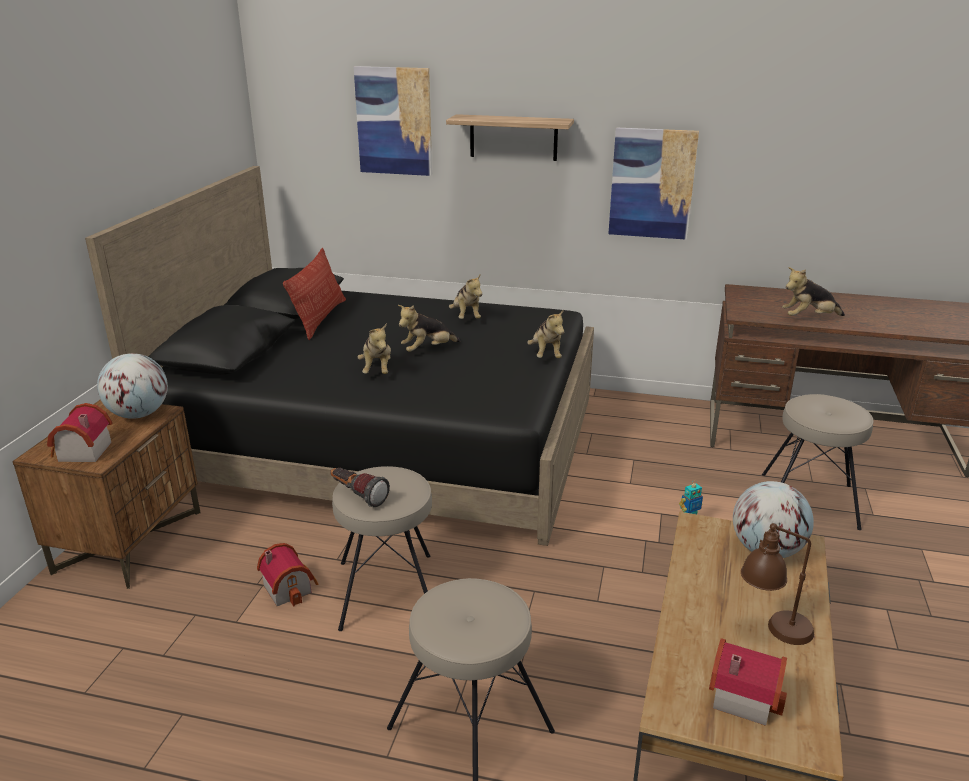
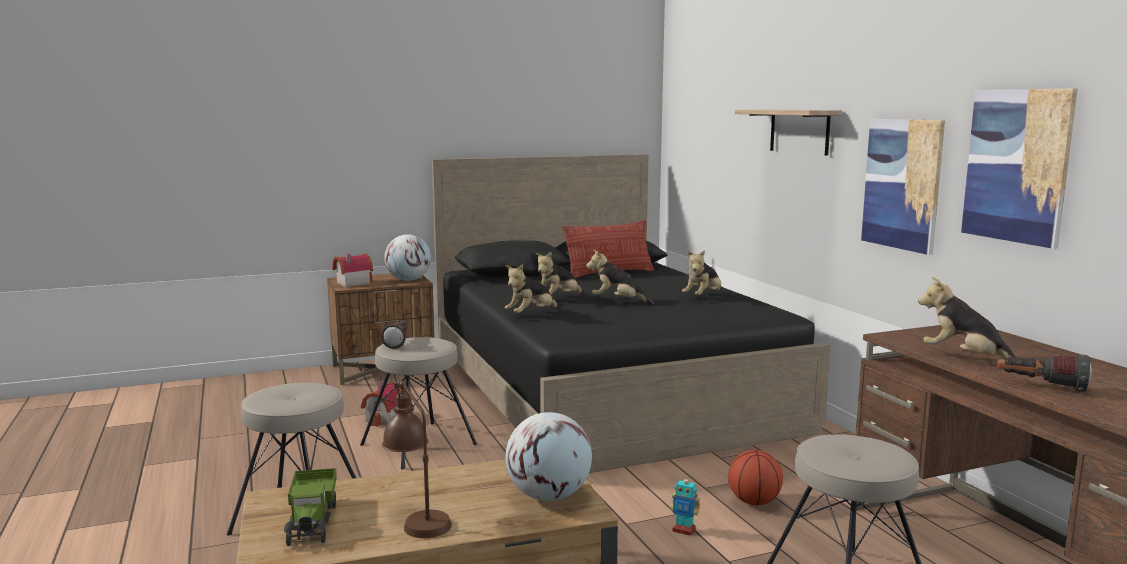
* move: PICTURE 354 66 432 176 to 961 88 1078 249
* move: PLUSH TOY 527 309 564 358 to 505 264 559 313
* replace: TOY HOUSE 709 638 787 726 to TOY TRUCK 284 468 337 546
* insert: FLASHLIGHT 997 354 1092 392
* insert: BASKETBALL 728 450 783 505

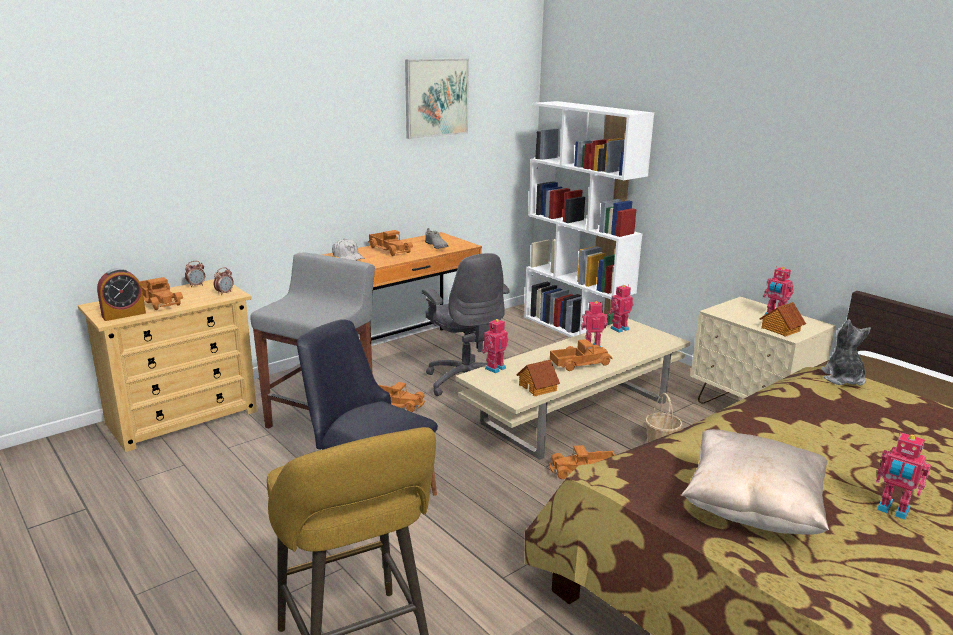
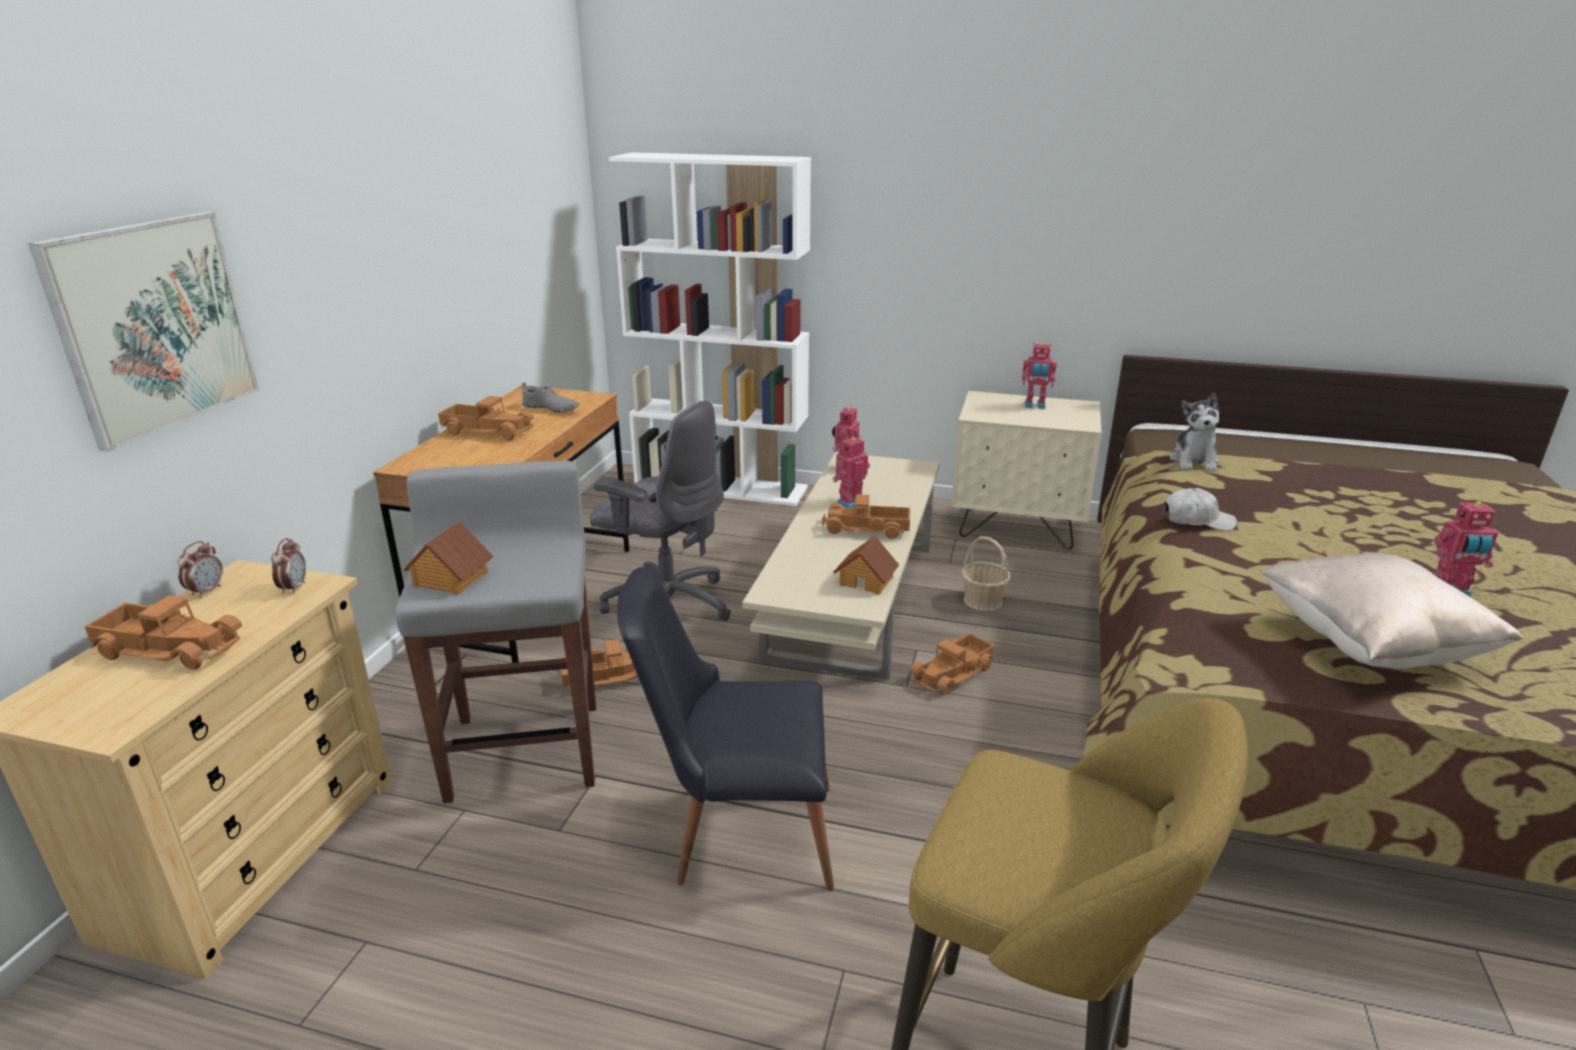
* move: PICTURE 405 58 469 139 to 28 212 260 452
* move: WHITE CAP 332 239 365 260 to 1164 488 1237 531
* delete: ALARM CLOCK 97 268 146 321
* move: TOY HOUSE 759 302 806 337 to 403 521 494 595
* delete: TOY ROBOT 482 318 509 373
* rotate: PLUSH TOY 821 319 871 385 = 1169 393 1219 472 135 degrees counterclockwise
* rotate: TOY TRUCK 550 339 613 371 = 822 494 910 539 120 degrees counterclockwise

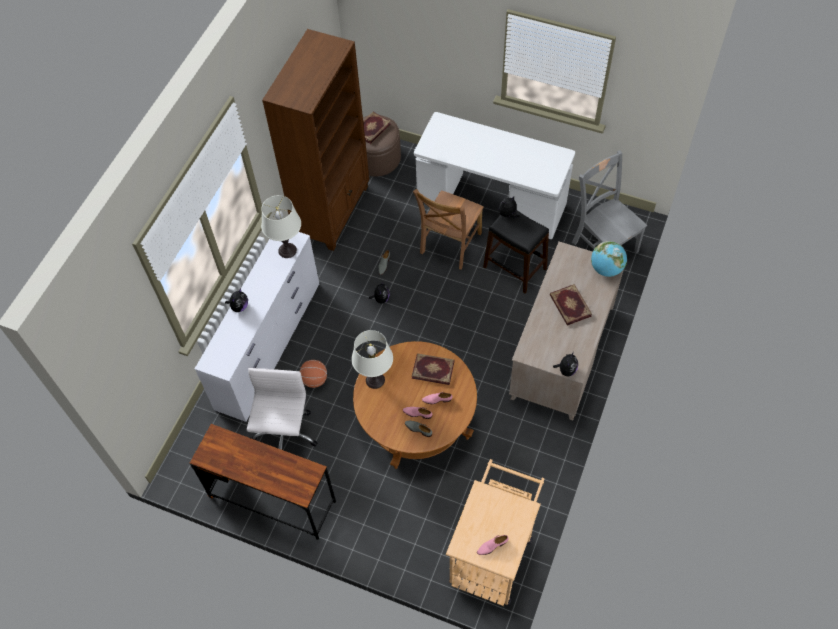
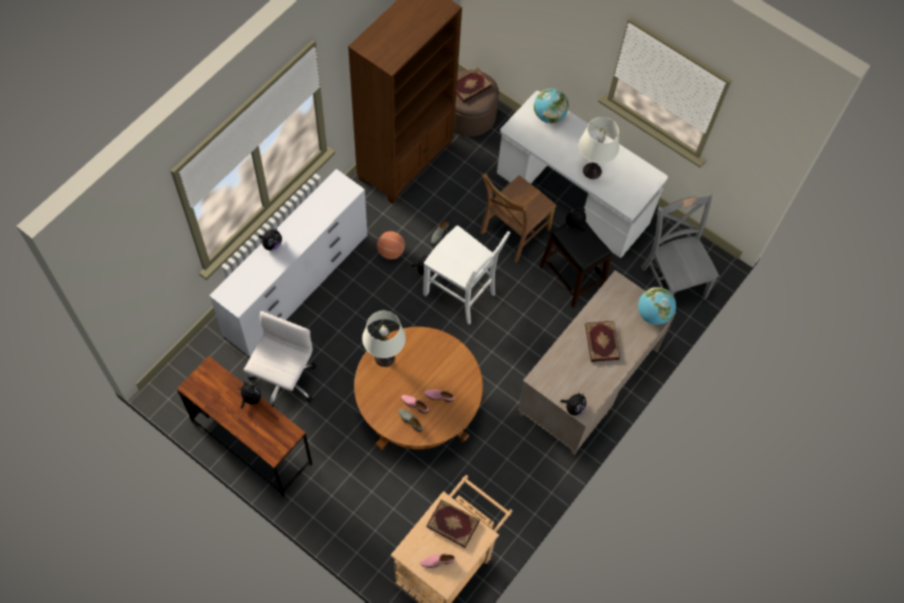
* move: WHITE TABLE LAMP 261 195 301 258 to 579 117 619 179
* move: BOOK 412 353 455 385 to 426 499 480 548
* move: BASKETBALL 300 360 327 388 to 377 231 405 260
* insert: GLOBE 534 88 569 123
* insert: WHITE CHAIR 423 226 511 325
* insert: PLUSH TOY 238 381 261 408

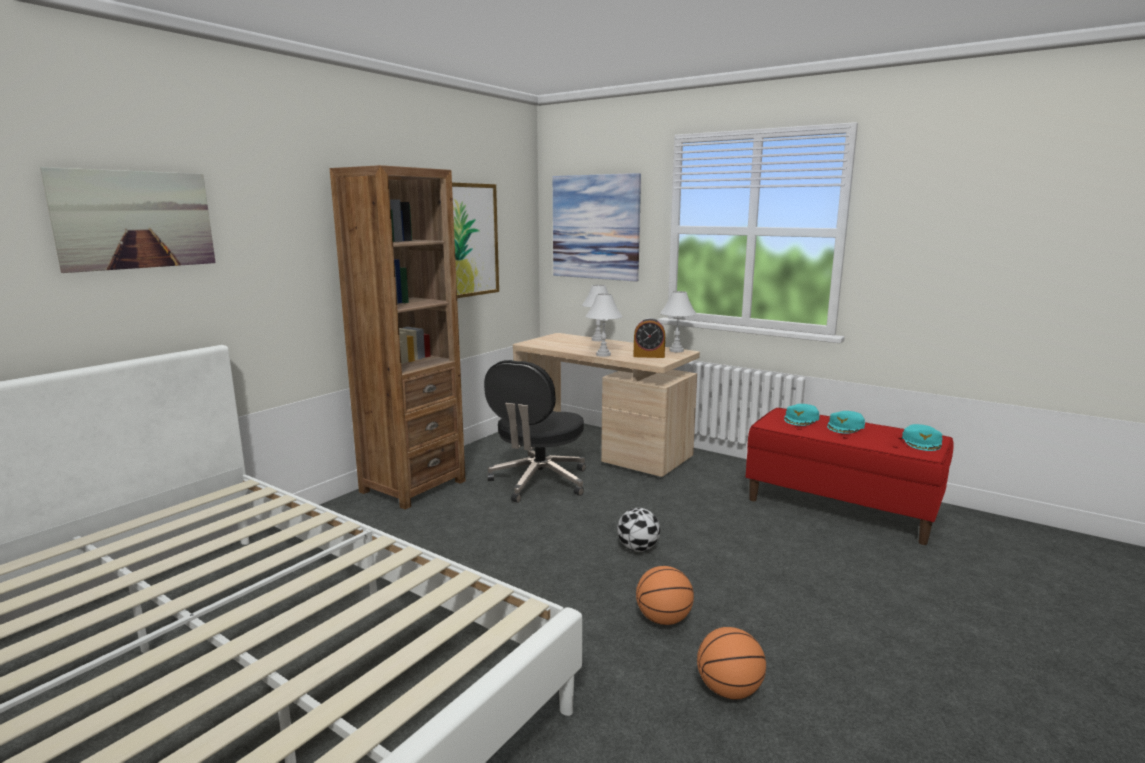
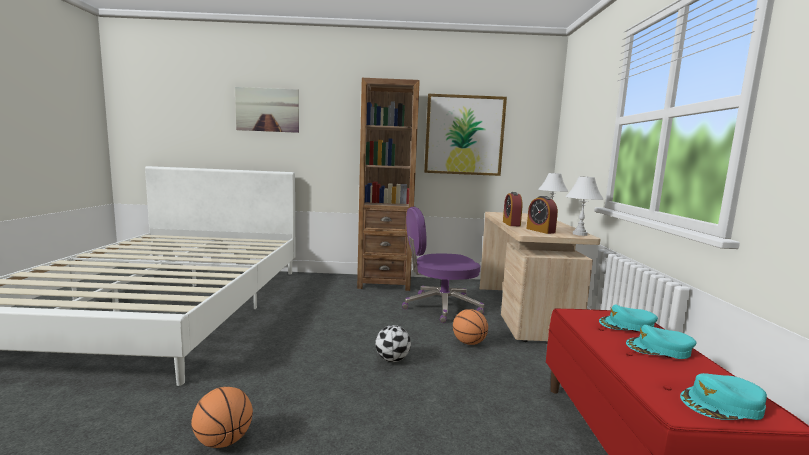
* delete: PICTURE 553 173 641 282
* replace: WHITE TABLE LAMP 585 293 623 357 to ALARM CLOCK 503 192 523 226
* recolor: BLACK OFFICE CHAIR 484 360 586 503 to PURPLE OFFICE CHAIR 402 207 484 323
* move: BASKETBALL 636 566 694 625 to 453 309 488 345

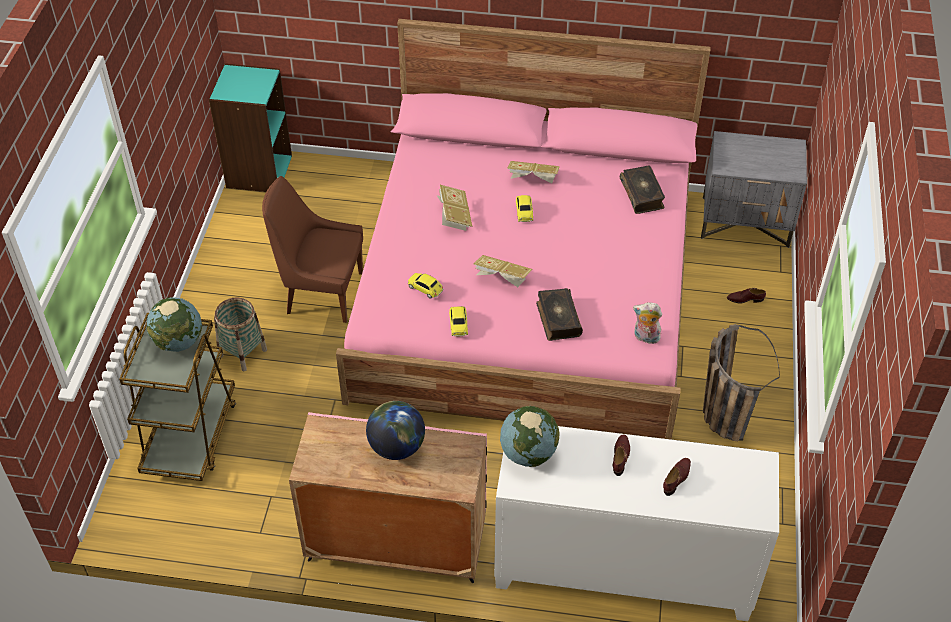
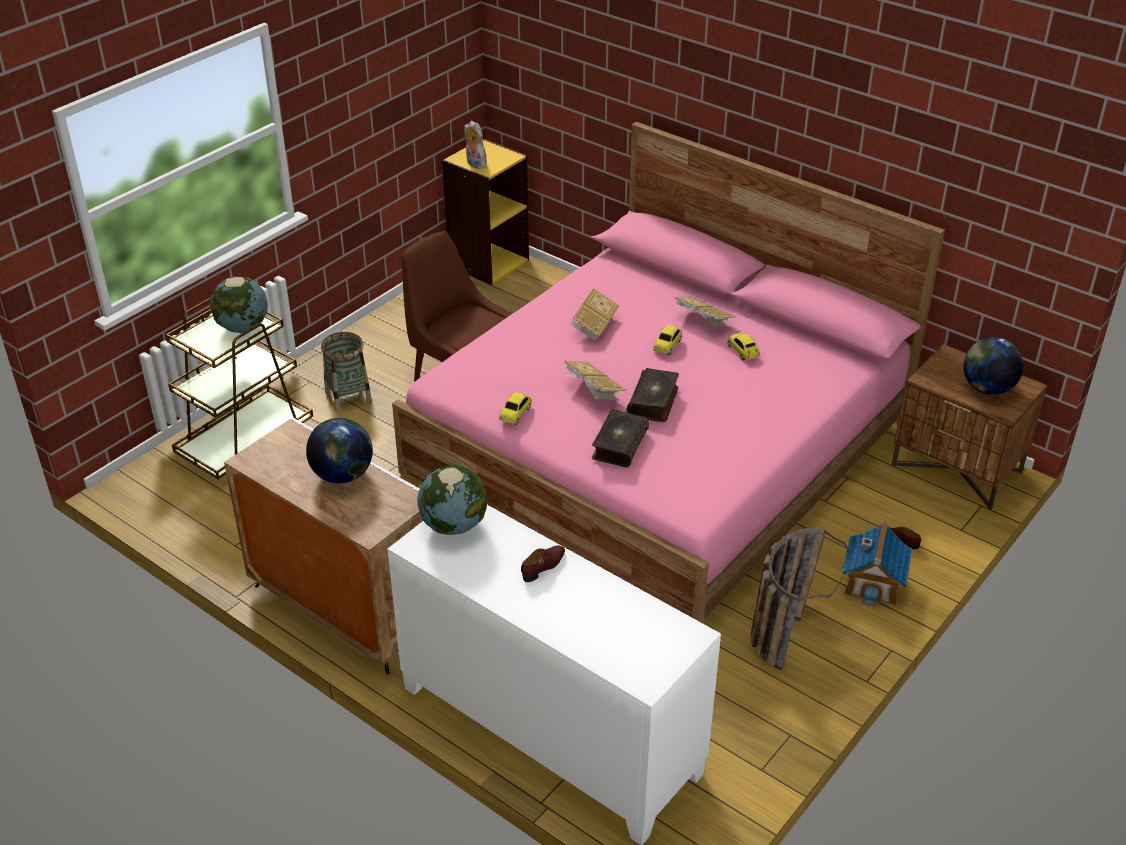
* recolor: TURQUOISE BOOKCASE 209 63 292 192 to YELLOW BOOKCASE 442 138 529 285
* recolor: GREY NIGHTSTAND 701 131 807 248 to BROWN NIGHTSTAND 891 344 1048 511
* move: BOOK 620 166 665 214 to 627 368 679 422
* move: TOY CAR 408 273 443 299 to 727 333 760 360
* move: PLUSH TOY 633 302 662 344 to 464 121 487 169
* recolor: PINK CABINET 289 412 487 583 to WHITE CABINET 224 417 423 674
* delete: BROWN SHOE 663 458 691 496
* insert: GLOBE 963 337 1024 395
* insert: TOY HOUSE 842 521 913 607

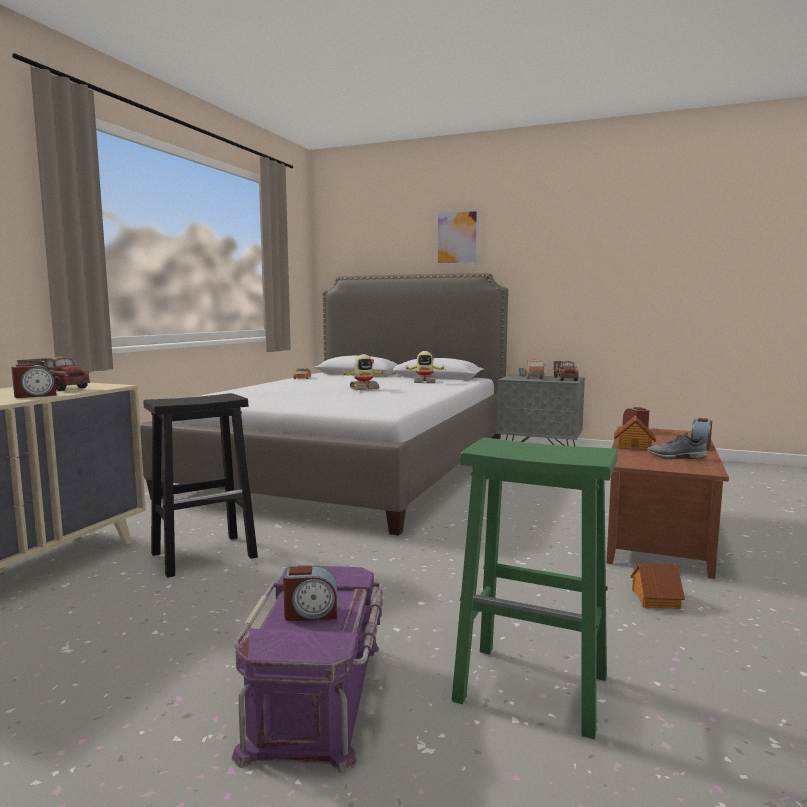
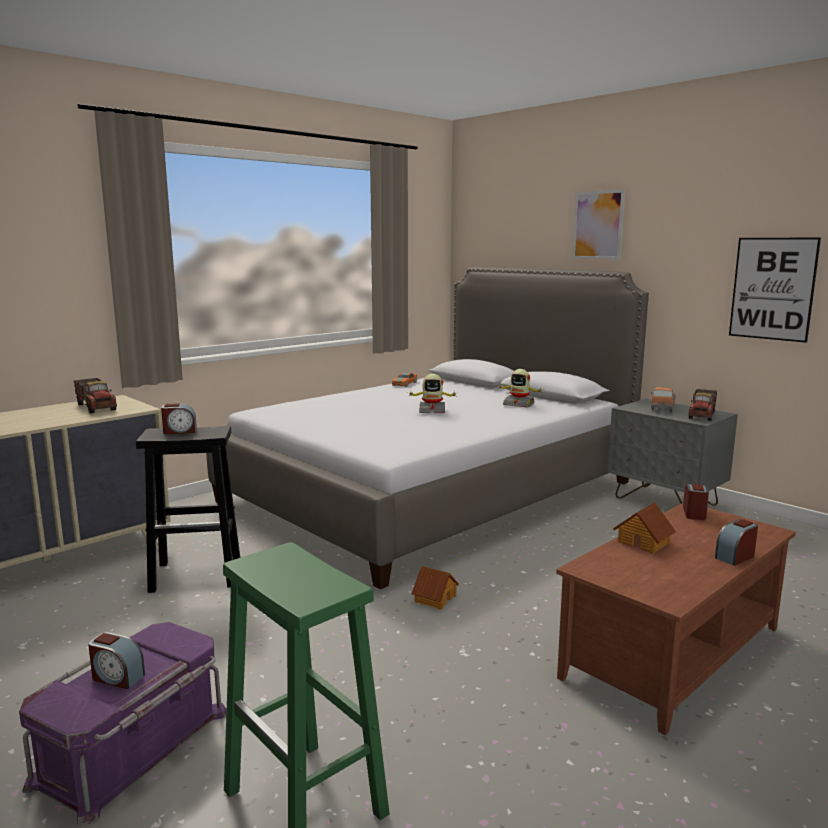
* move: ALARM CLOCK 11 364 57 398 to 161 403 197 434
* delete: GREY SHOE 647 432 708 459
* move: TOY HOUSE 631 563 685 609 to 411 566 459 609
* insert: PICTURE 729 237 821 343

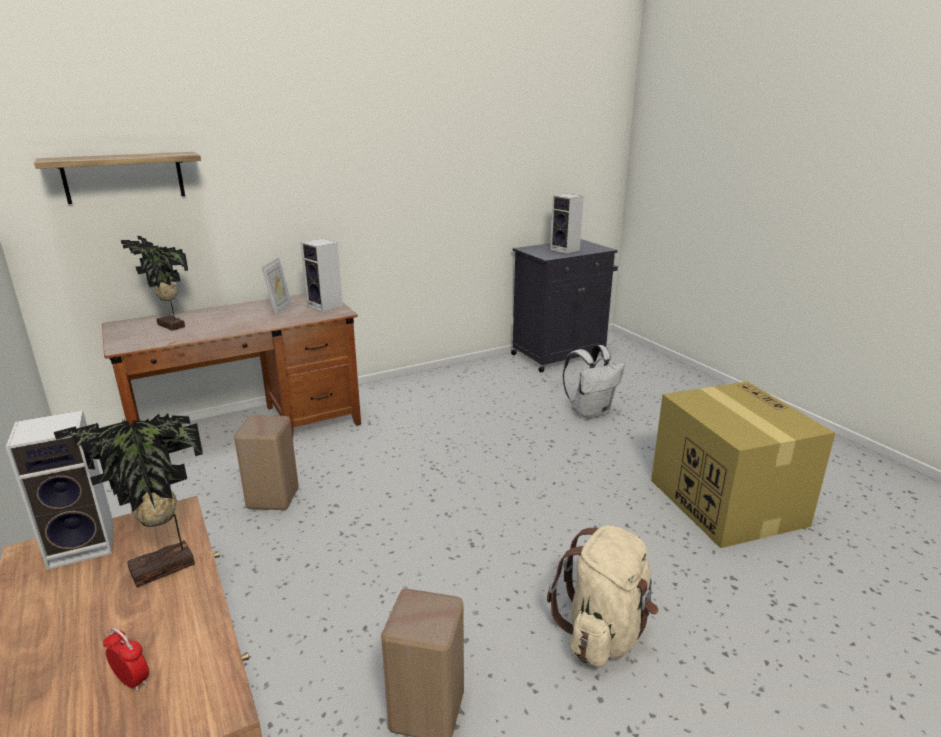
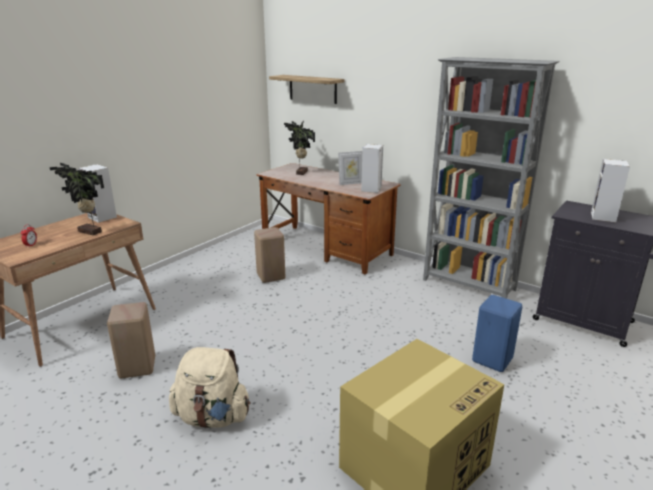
* replace: WHITE BACKPACK 563 345 625 419 to BLUE STOOL 472 295 522 372
* insert: GREY BOOKCASE 423 57 560 299

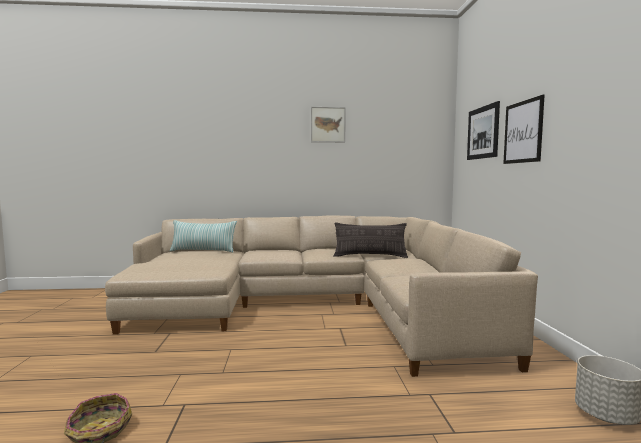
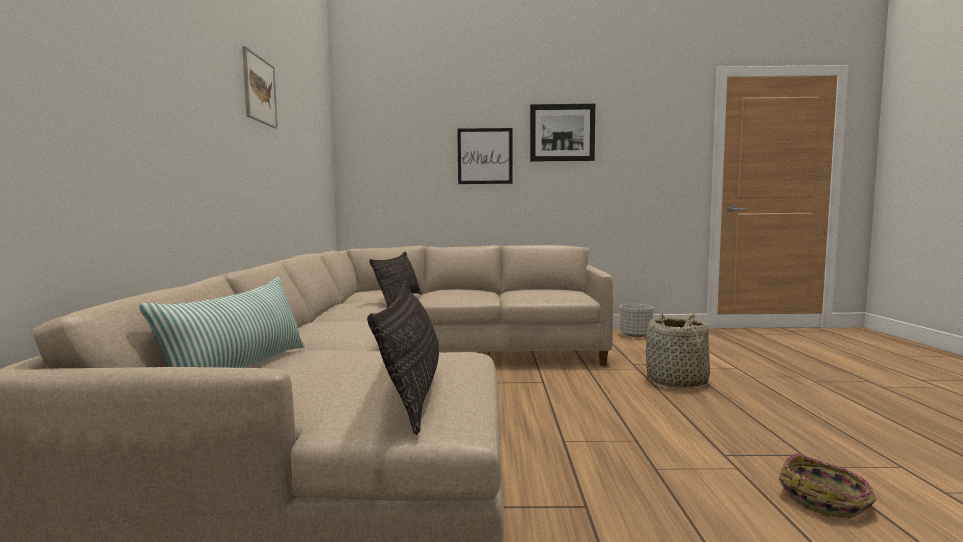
* move: PICTURE 467 101 500 160 to 530 104 595 162
* insert: PILLOW 367 280 439 435
* insert: BASKET 646 313 710 388

